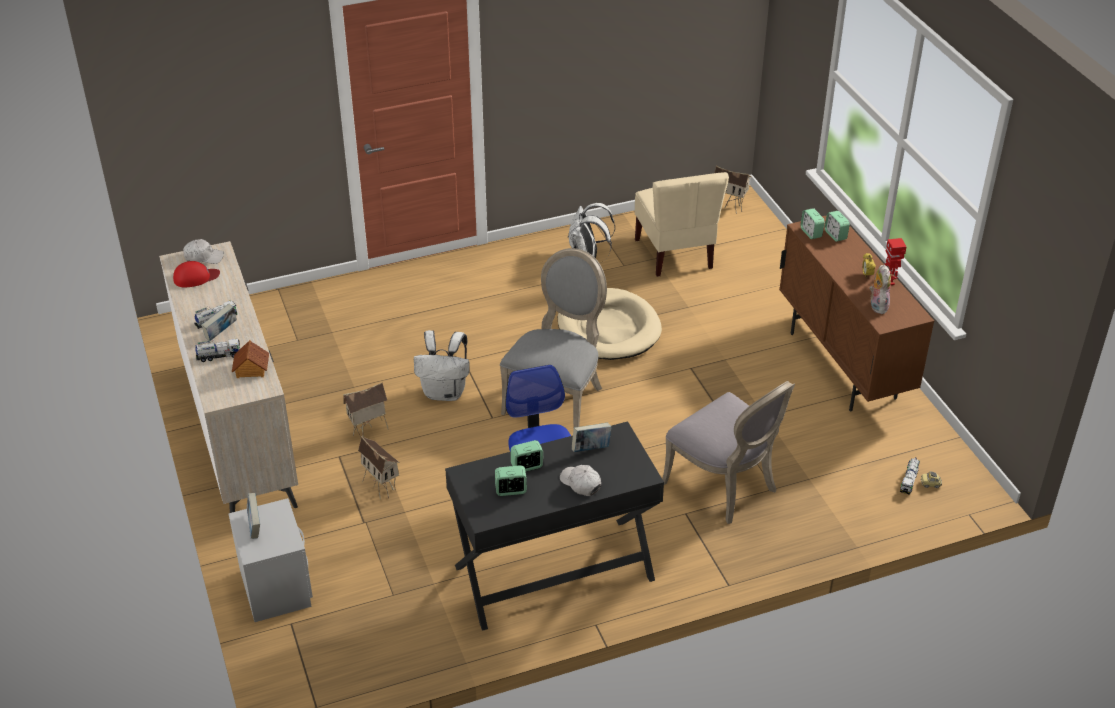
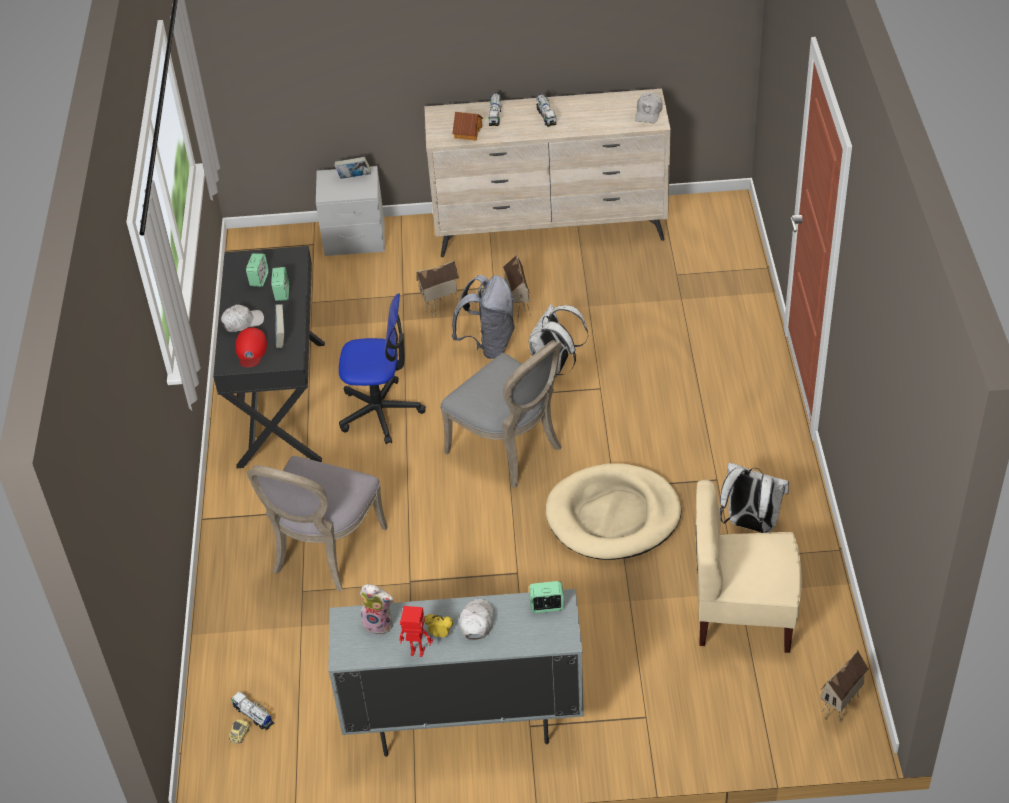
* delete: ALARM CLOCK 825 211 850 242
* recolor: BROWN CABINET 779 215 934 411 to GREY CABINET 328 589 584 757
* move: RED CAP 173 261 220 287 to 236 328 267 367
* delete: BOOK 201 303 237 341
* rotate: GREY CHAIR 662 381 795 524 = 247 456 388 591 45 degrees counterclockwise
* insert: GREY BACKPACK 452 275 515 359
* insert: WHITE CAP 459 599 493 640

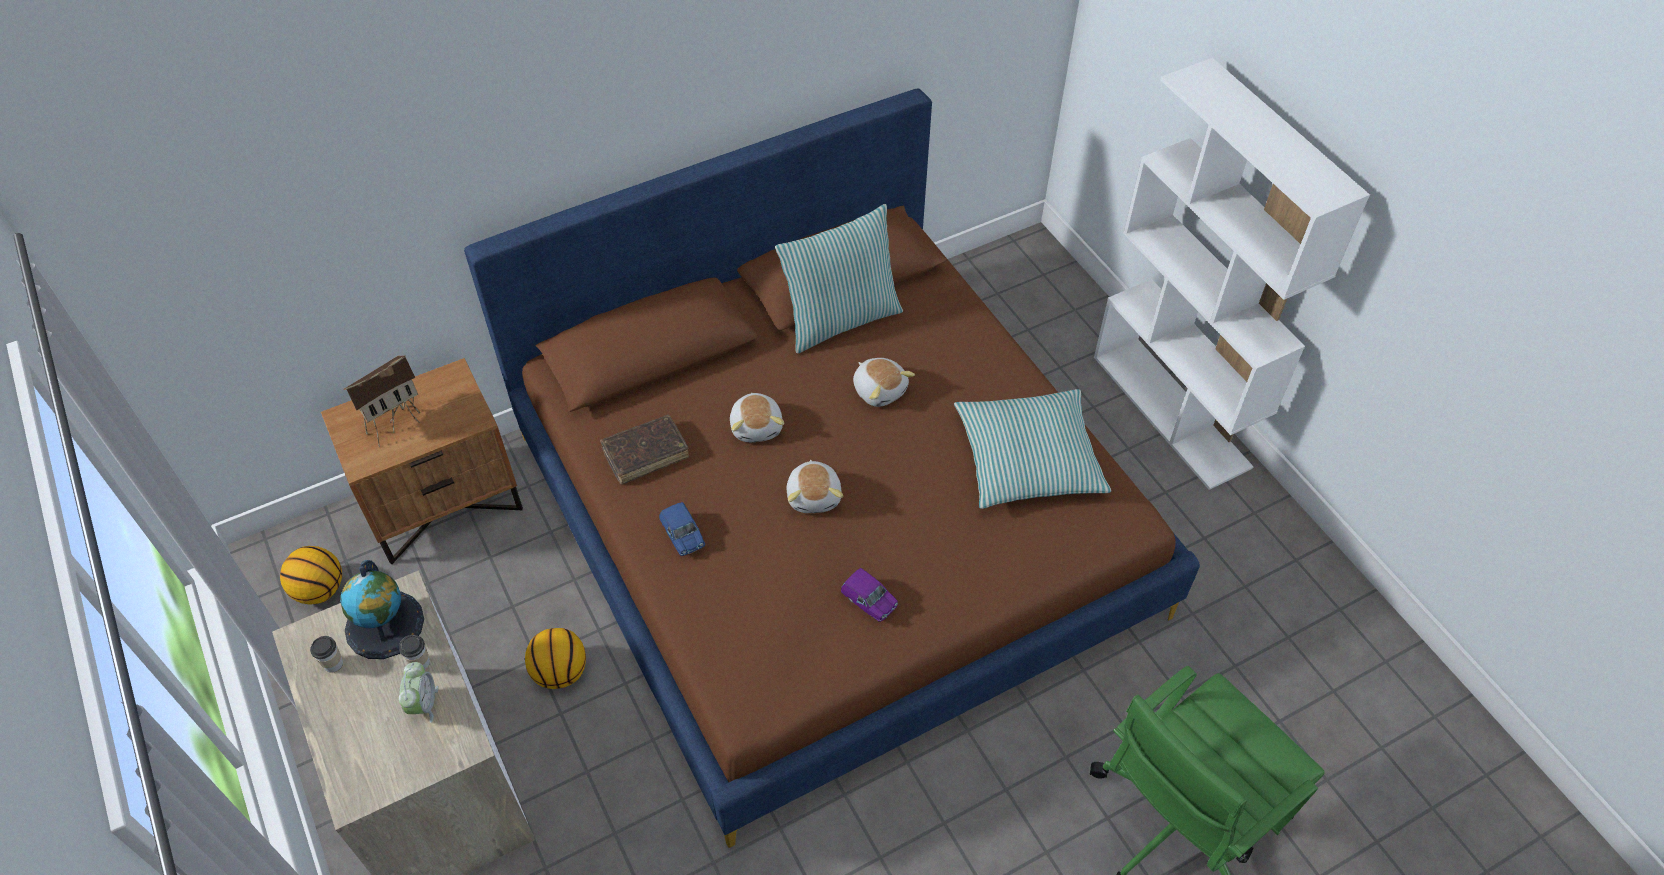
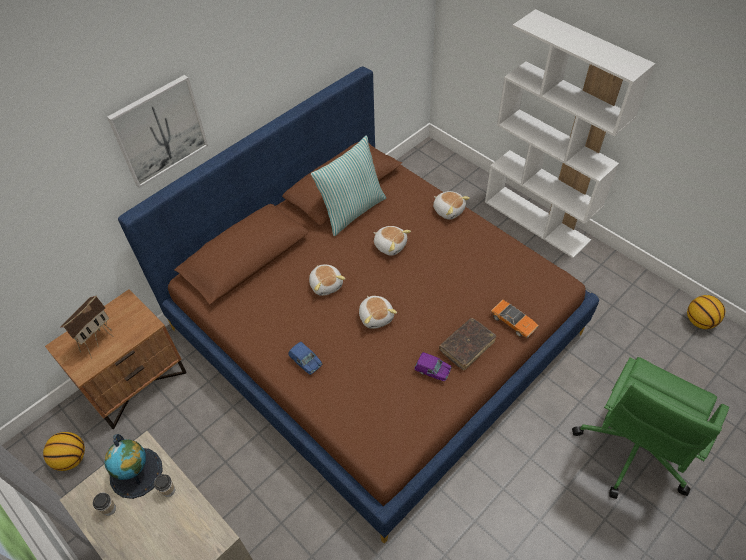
* delete: PILLOW 954 389 1111 509
* move: BROWN BOOK 600 415 689 484 to 439 318 496 371
* move: BASKETBALL 525 628 586 689 to 687 295 725 329
* delete: ALARM CLOCK 399 662 439 723
* insert: PICTURE 107 75 208 188
* insert: PLUSH TOY 433 191 470 220
* insert: TOY CAR 491 300 539 338

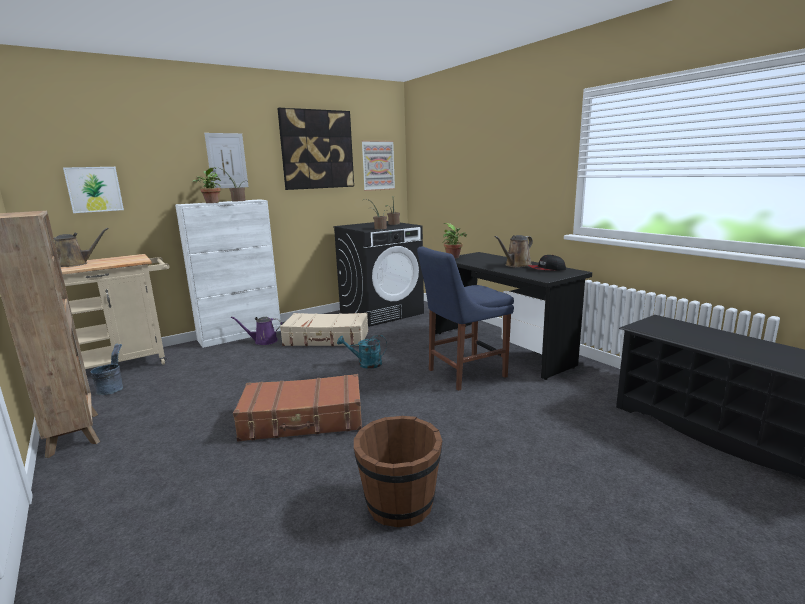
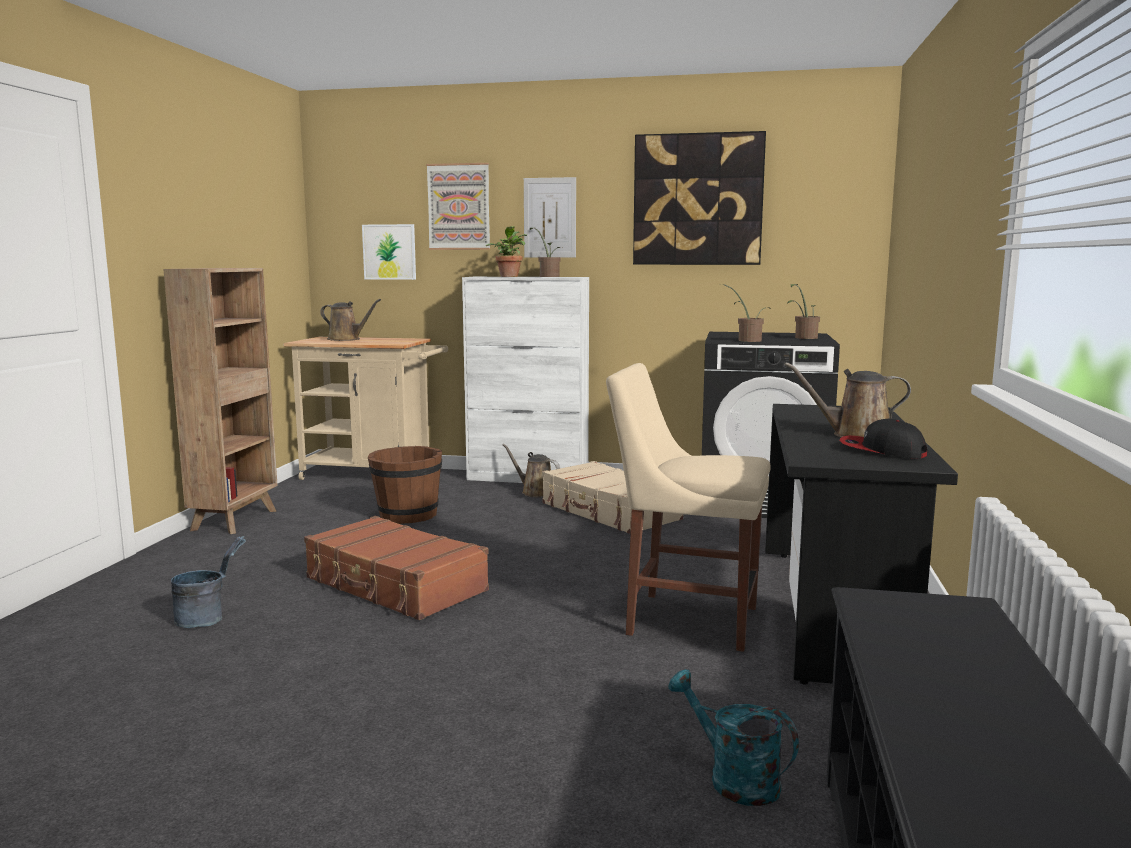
* move: PICTURE 361 140 395 191 to 426 163 490 250
* delete: POTTED PLANT 443 223 467 258
* recolor: BLUE CHAIR 417 246 514 391 to BEIGE CHAIR 606 363 771 652
* recolor: PURPLE WATERING CAN 231 317 282 345 to BROWN WATERING CAN 503 444 560 497
* move: TURQUOISE WATERING CAN 337 335 387 369 to 668 669 799 806
* move: GREY BUCKET 91 344 123 395 to 171 536 246 628
* move: BROWN BUCKET 354 416 442 527 to 368 446 442 524

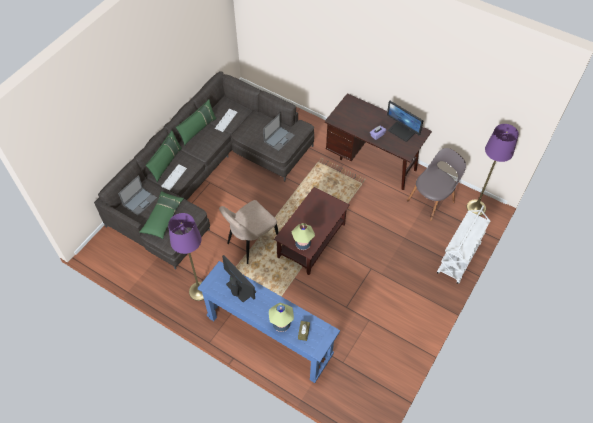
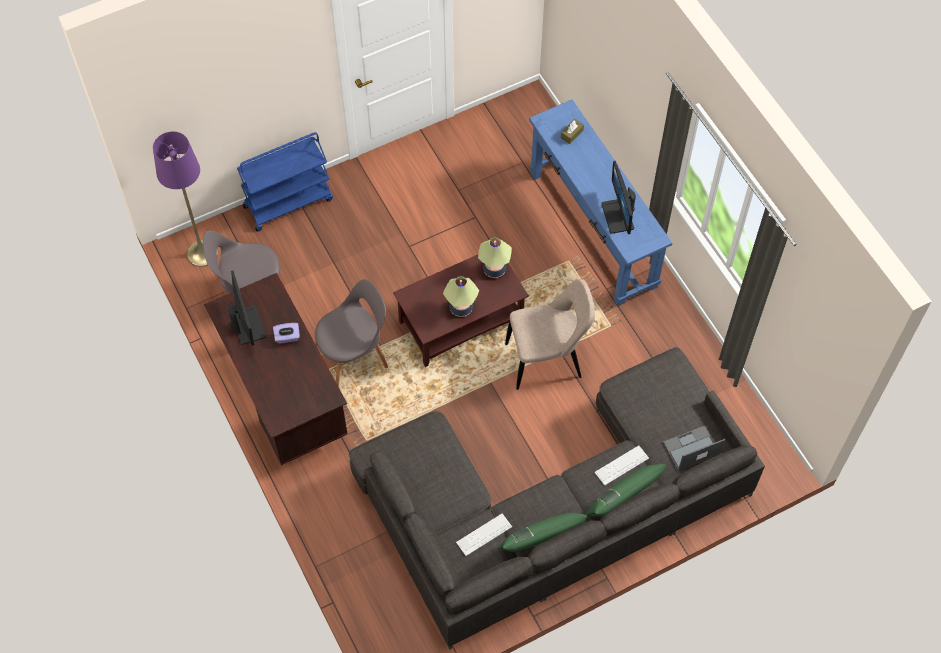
* delete: LAPTOP 263 114 295 151
* delete: GREEN PILLOW 139 191 184 239
* recolor: WHITE CART 437 205 490 284 to BLUE CART 237 132 333 232
* delete: PURPLE FLOOR LAMP 168 213 204 301
* move: TABLE LAMP 269 303 294 332 to 443 277 479 317
* insert: GREY CHAIR 314 279 388 387

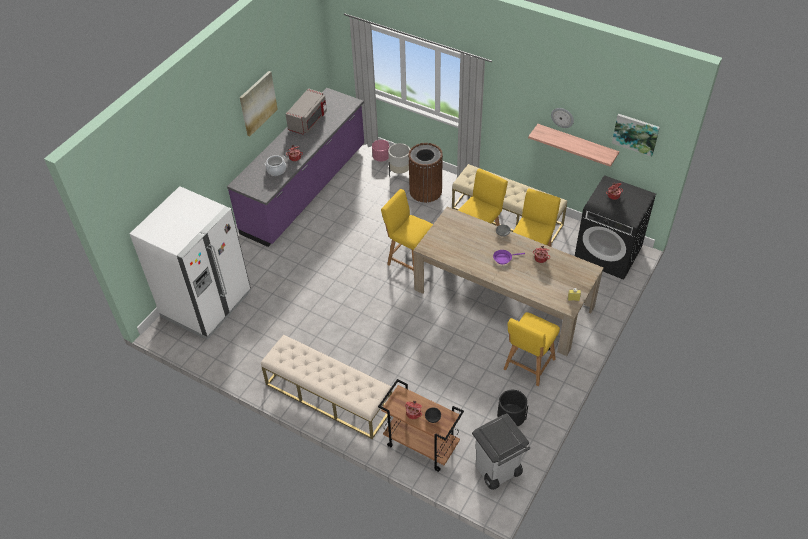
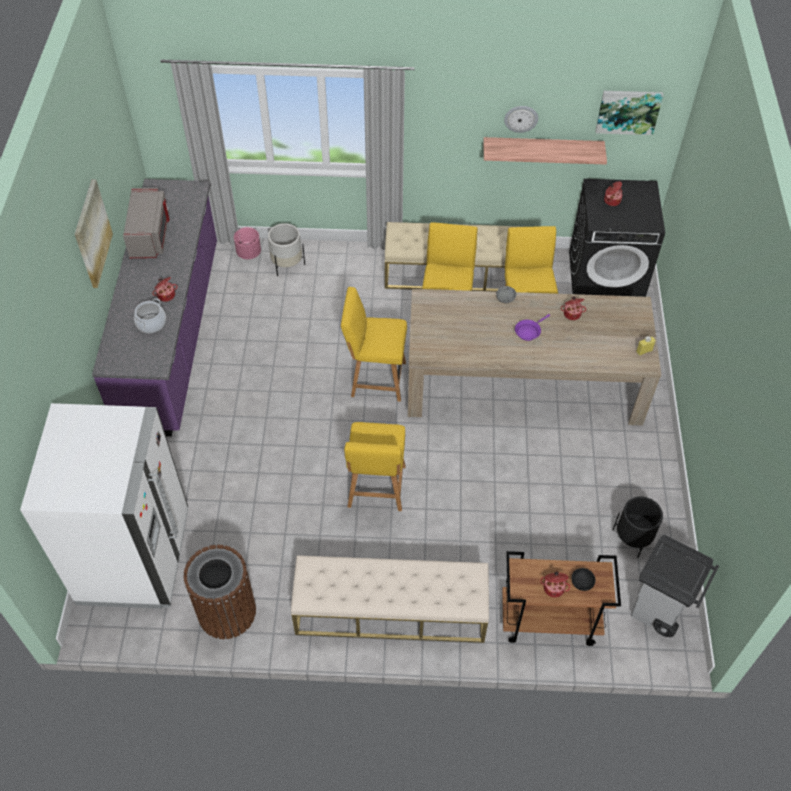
* move: BROWN TRASH CAN 408 143 443 203 to 183 545 256 639
* move: YELLOW CHAIR 504 312 560 386 to 344 422 406 511

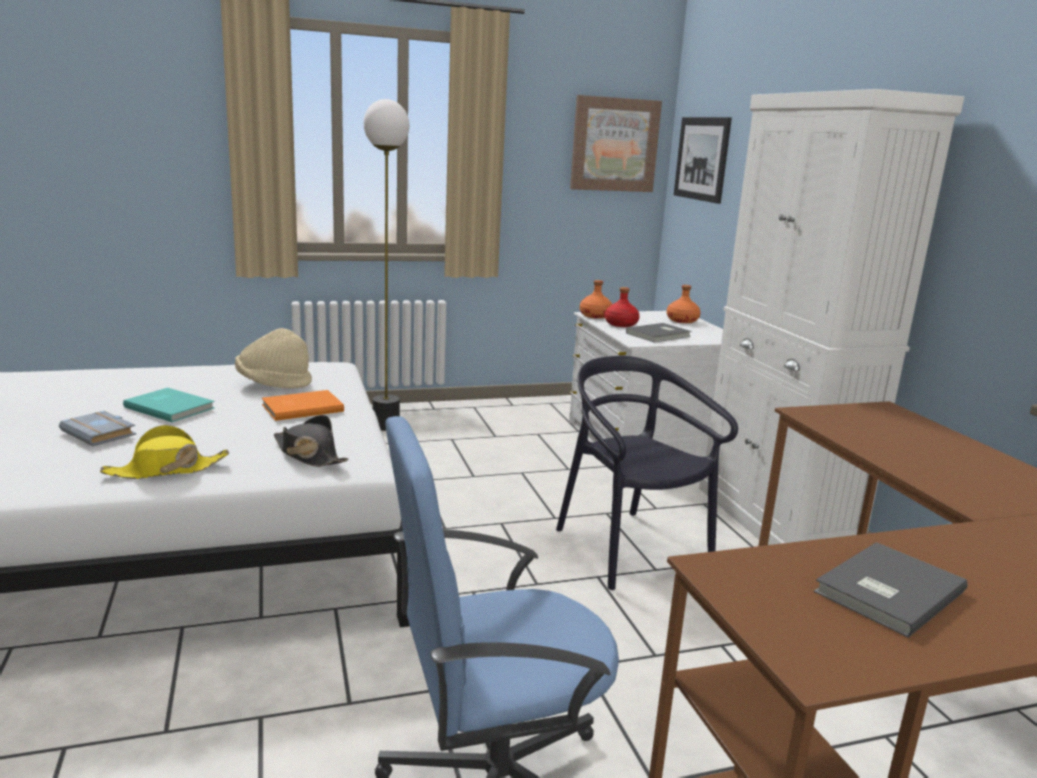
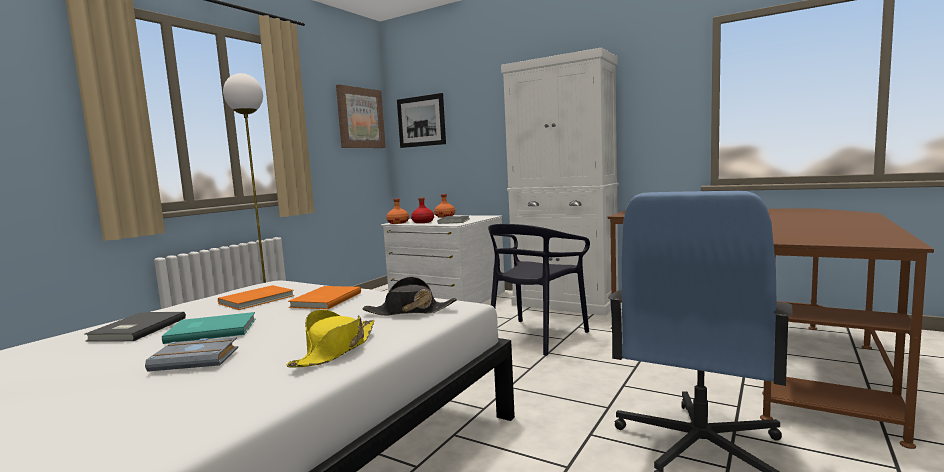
* replace: BEIGE HAT 235 328 312 388 to ORANGE BOOK 218 285 294 310
* rotate: BLACK CHAIR 556 356 738 590 = 488 224 590 356 75 degrees counterclockwise
* move: GREY BOOK 814 542 968 638 to 84 312 186 342

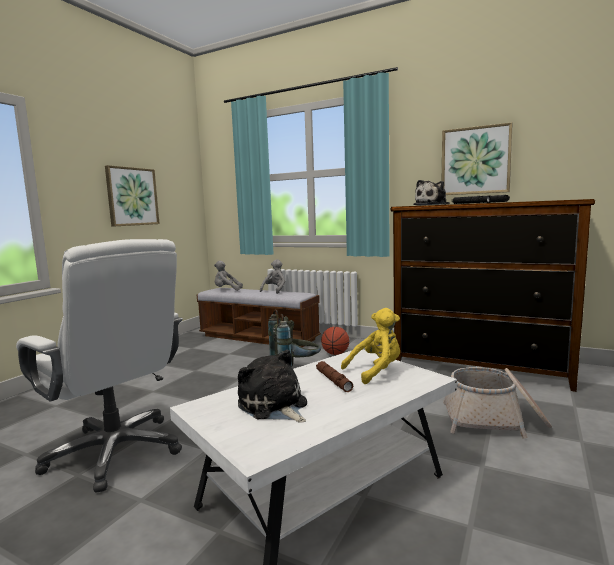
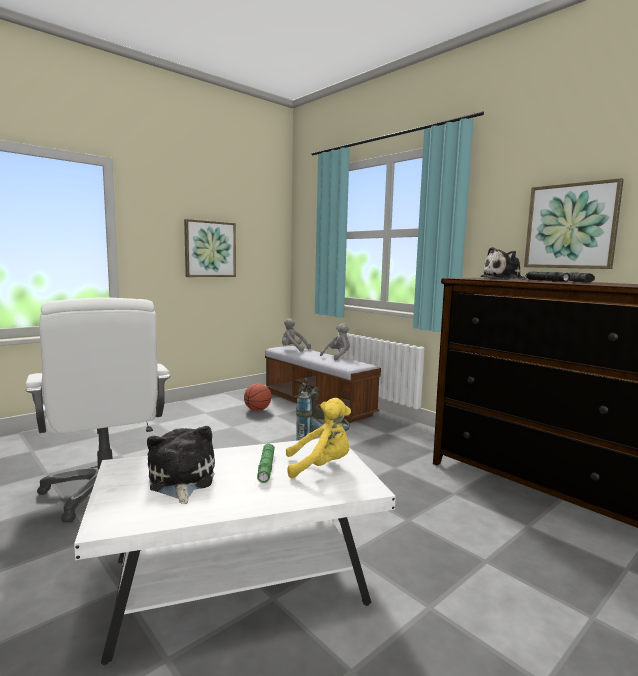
* move: BASKETBALL 321 327 349 355 to 244 384 271 411
* recolor: BROWN FLASHLIGHT 316 361 353 392 to GREEN FLASHLIGHT 257 444 275 483
* delete: BASKET 443 367 552 438

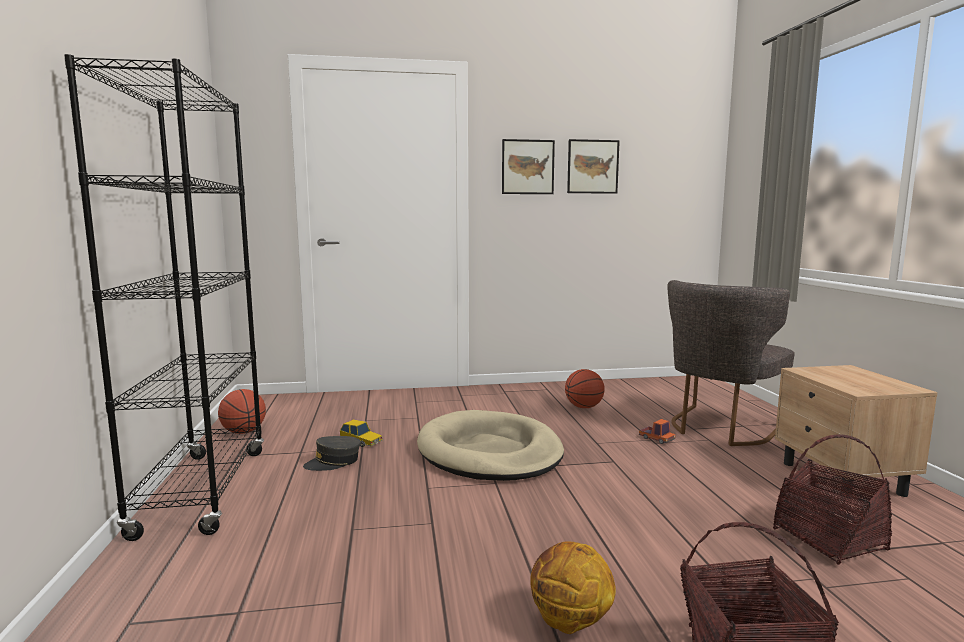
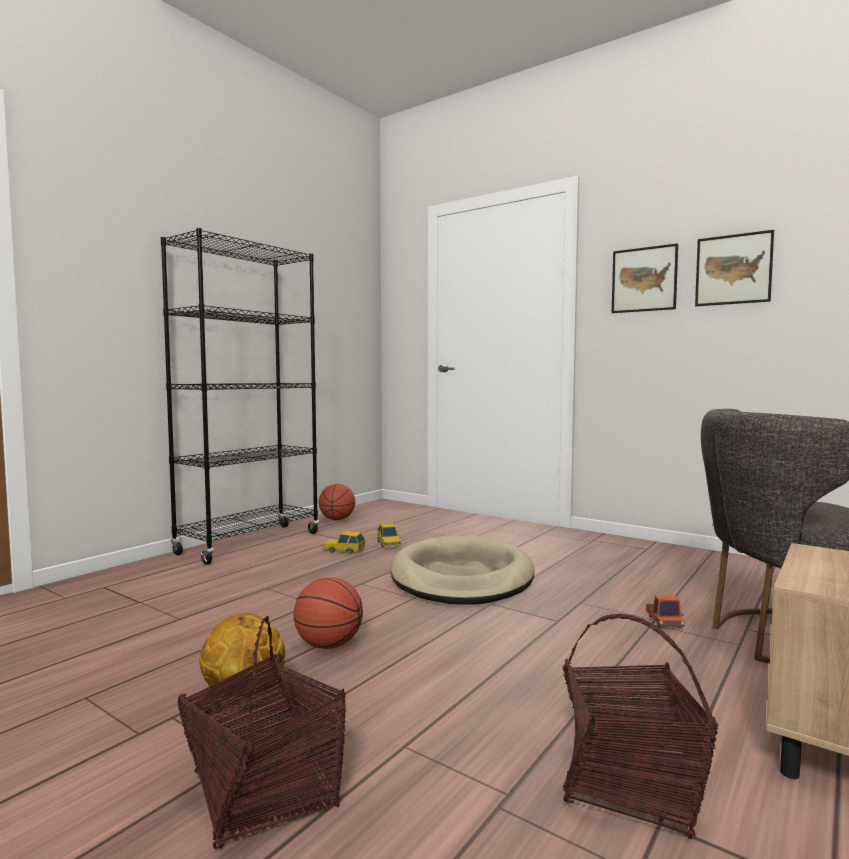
* move: BASKETBALL 565 369 605 408 to 293 577 363 649
* replace: GREY CAP 303 436 361 471 to TOY CAR 323 531 366 554

